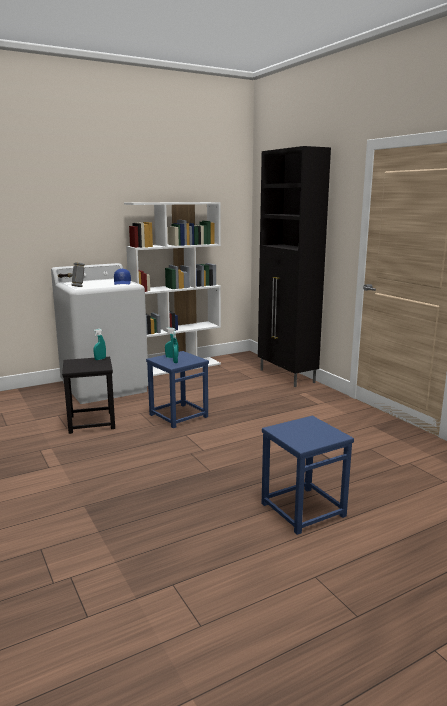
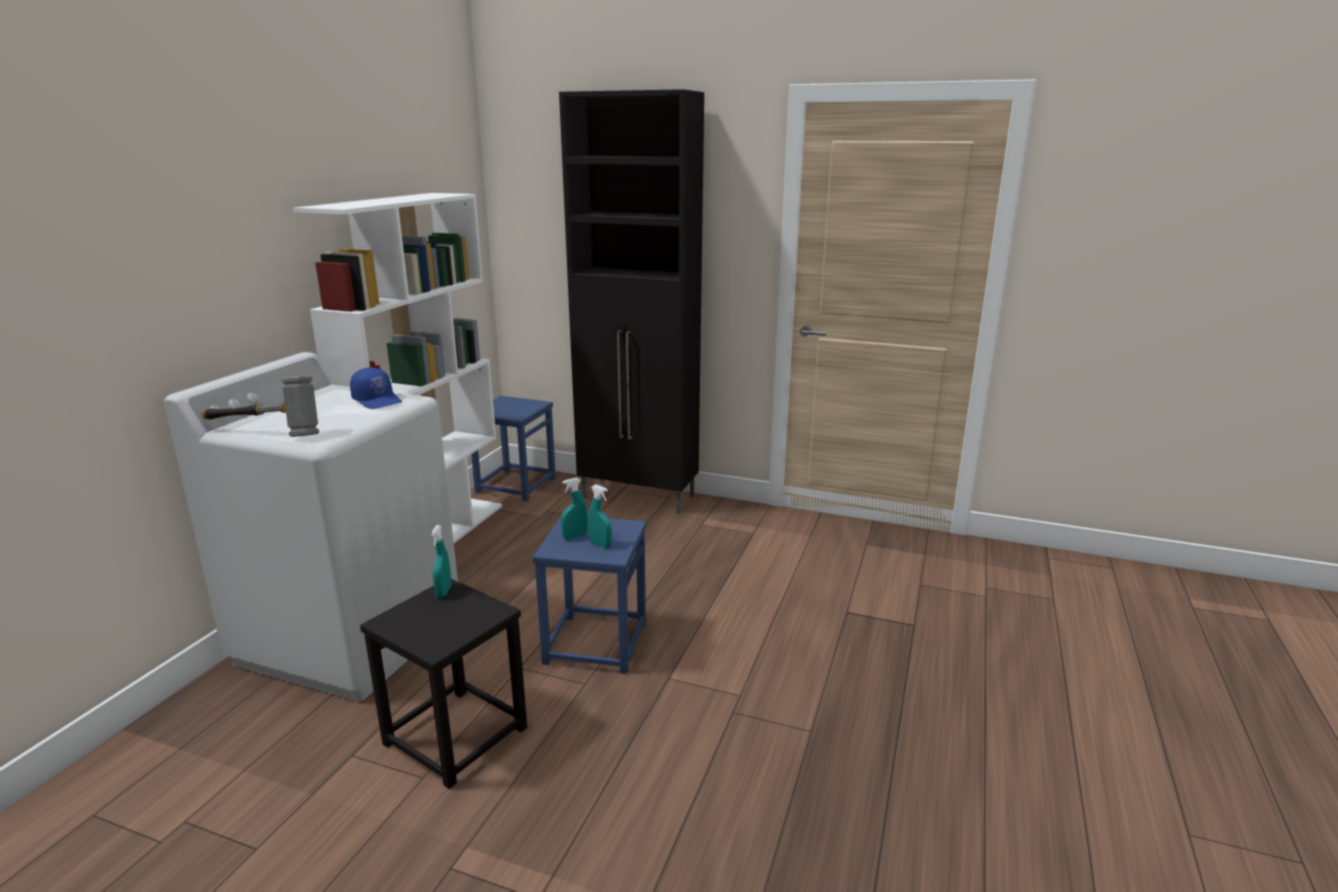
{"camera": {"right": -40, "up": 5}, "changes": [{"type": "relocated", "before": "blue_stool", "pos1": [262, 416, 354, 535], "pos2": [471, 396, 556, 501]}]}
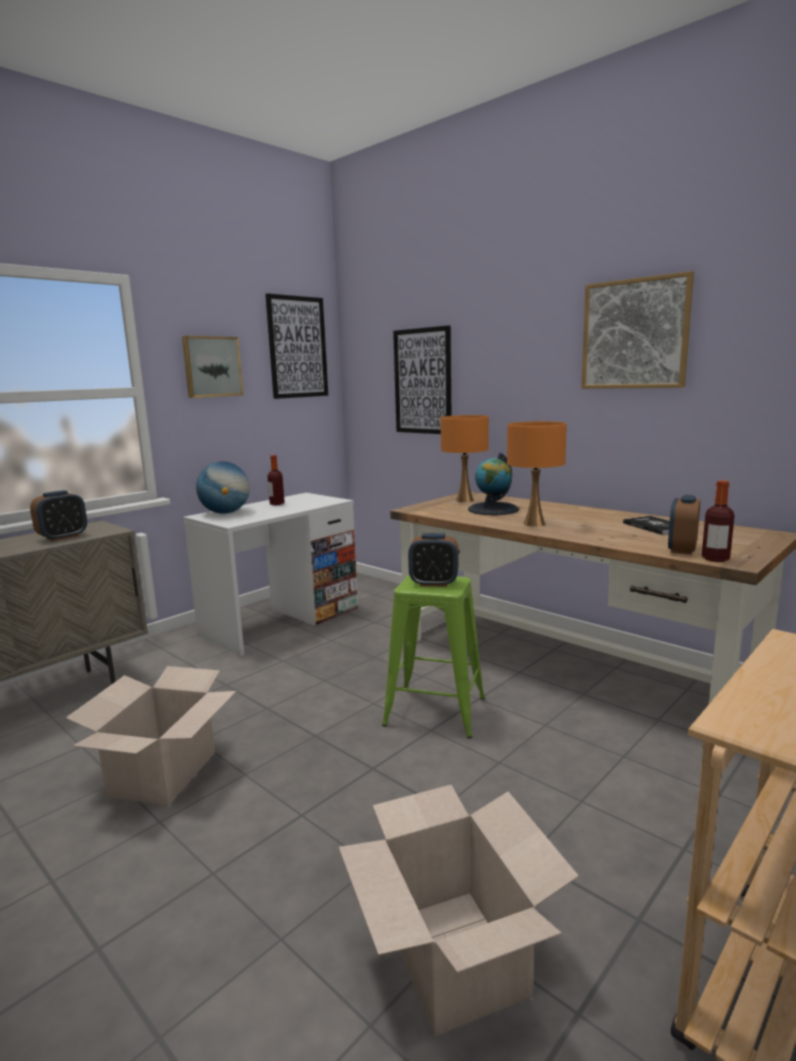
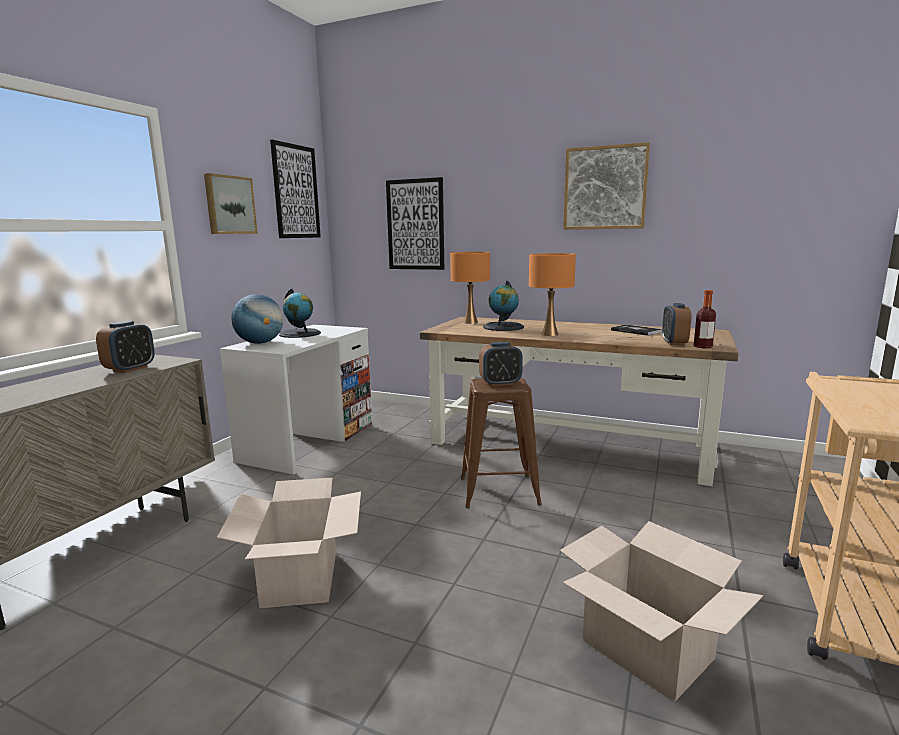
{"camera": {"right": -20, "up": 0}, "changes": [{"type": "exchanged", "before": "bottle", "after": "globe", "pos1": [268, 455, 285, 505], "pos2": [279, 289, 321, 338]}, {"type": "colour", "before": "green_stool", "after": "brown_stool", "pos1": [382, 575, 485, 738], "pos2": [461, 378, 542, 508]}]}
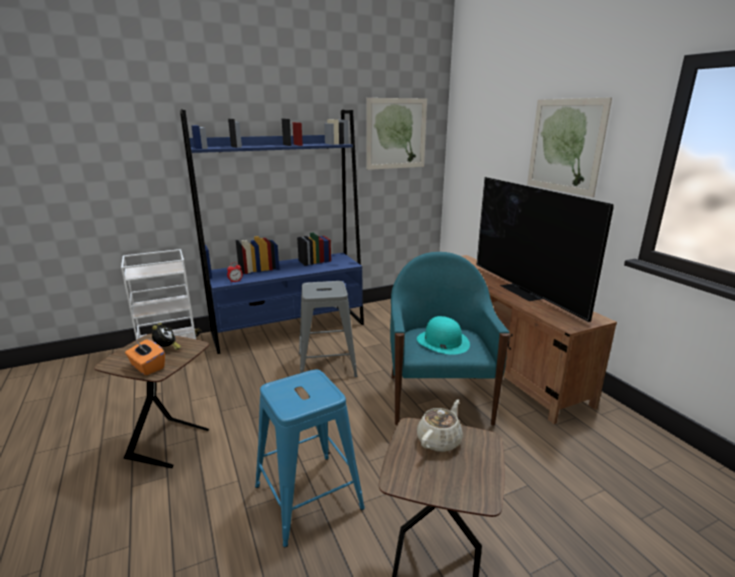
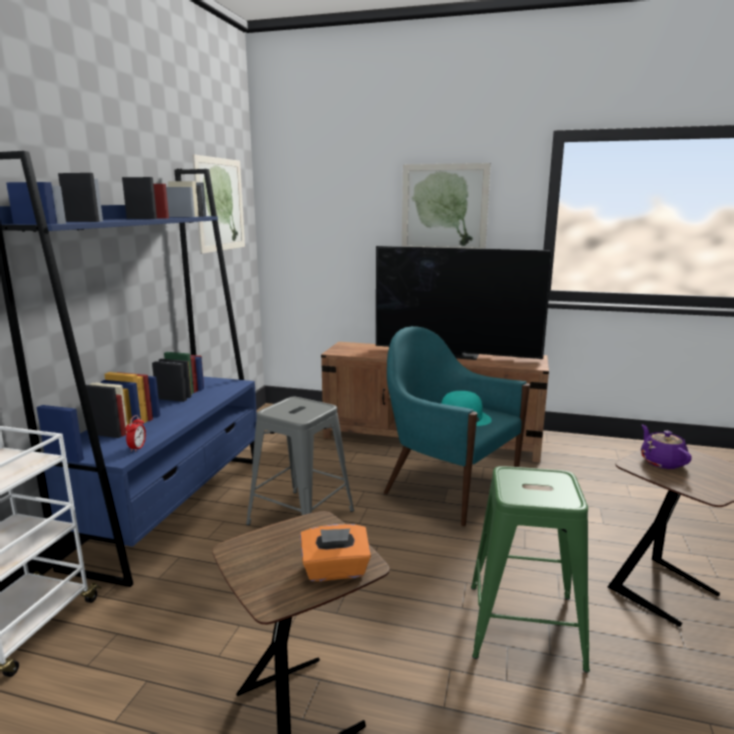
{"camera": {"right": -50, "up": -5}, "changes": [{"type": "missing", "before": "alarm_clock", "pos1": [152, 323, 181, 350]}, {"type": "colour", "before": "blue_stool", "after": "green_stool", "pos1": [255, 369, 365, 547], "pos2": [471, 466, 590, 673]}, {"type": "colour", "before": "beige_teapot", "after": "purple_teapot", "pos1": [417, 399, 463, 452], "pos2": [641, 425, 692, 469]}]}
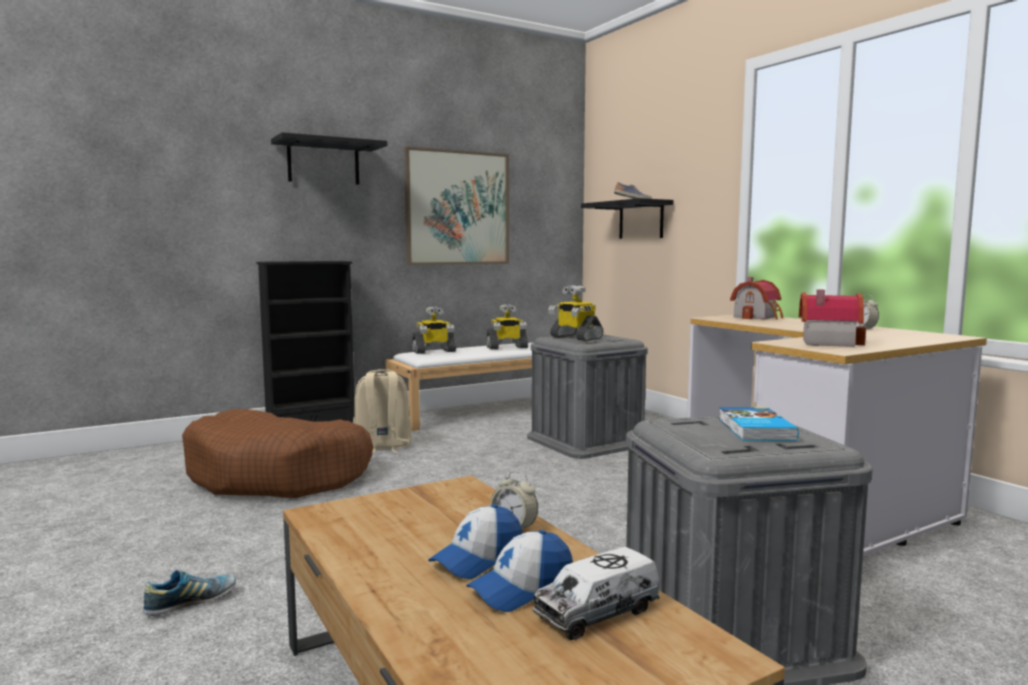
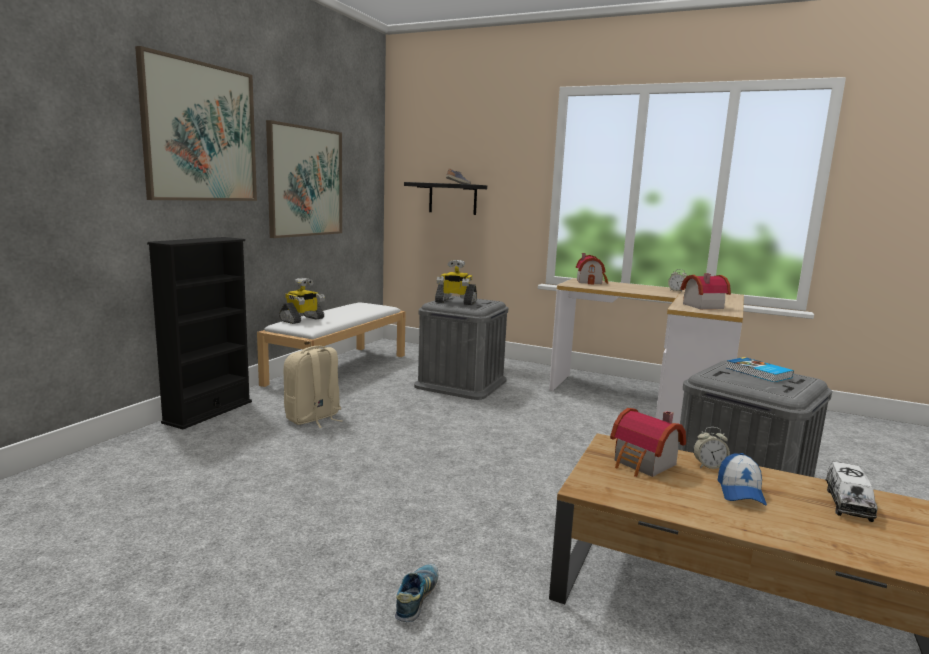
{"camera": {"right": -35, "up": 5}, "changes": [{"type": "missing", "before": "brown_dog_bed", "pos1": [182, 409, 373, 498]}, {"type": "missing", "before": "cap", "pos1": [466, 530, 573, 612]}, {"type": "missing", "before": "toy_robot", "pos1": [486, 304, 528, 349]}, {"type": "appeared", "after": "toy_house", "pos2": [610, 408, 686, 477]}, {"type": "exchanged", "before": "black_shelf", "after": "picture", "pos1": [271, 132, 387, 185], "pos2": [135, 46, 257, 201]}]}
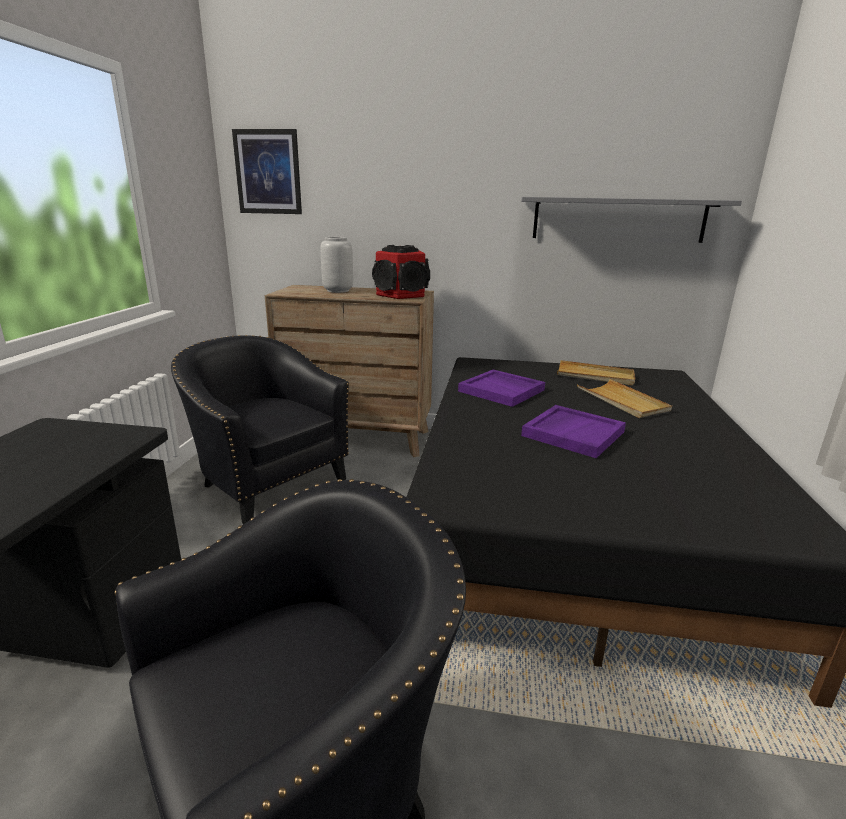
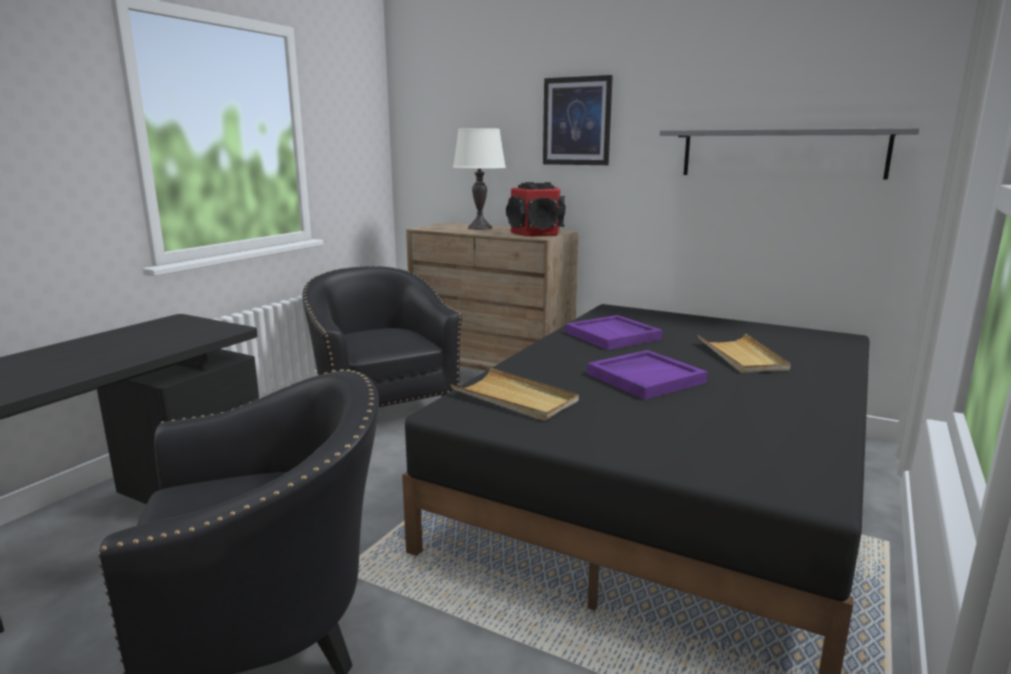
{"camera": {"right": 20, "up": -5}, "changes": [{"type": "relocated", "before": "picture", "pos1": [232, 129, 302, 214], "pos2": [543, 75, 613, 165]}, {"type": "relocated", "before": "beige_tray", "pos1": [557, 360, 635, 385], "pos2": [451, 368, 579, 421]}, {"type": "exchanged", "before": "grey_vase", "after": "white_table_lamp", "pos1": [321, 237, 353, 293], "pos2": [453, 128, 506, 230]}]}
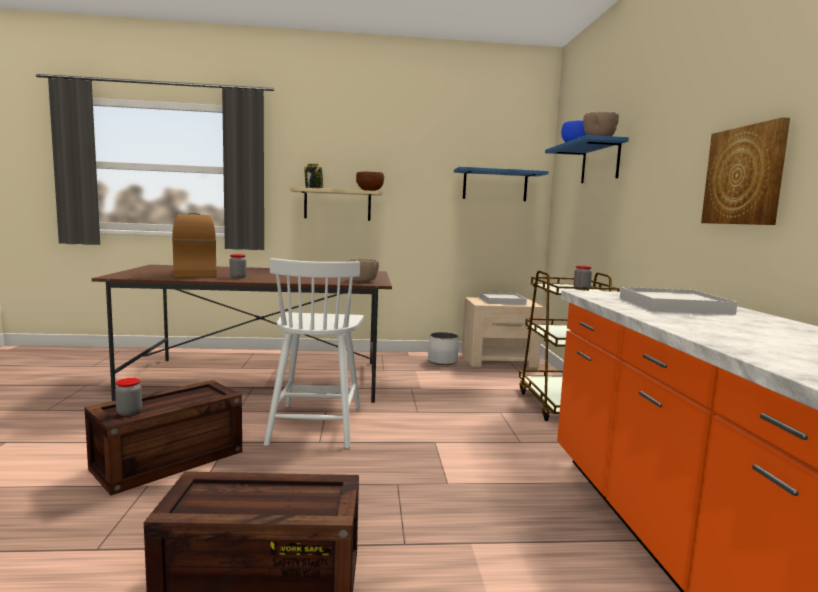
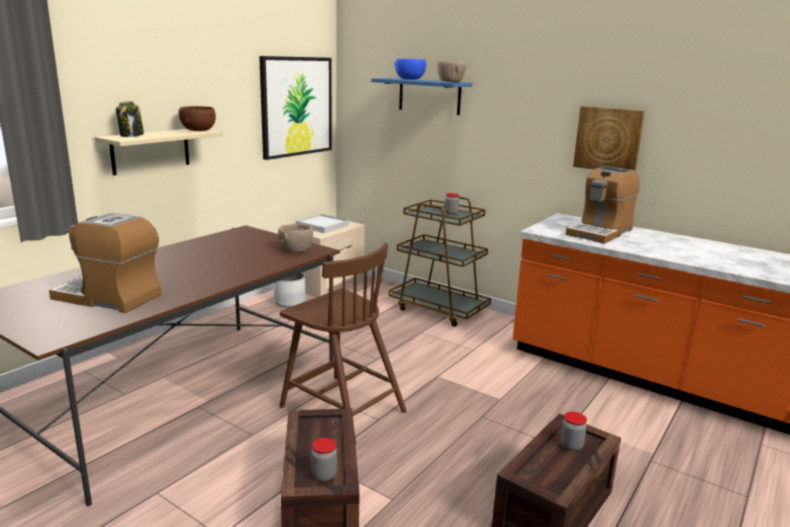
{"camera": {"right": -50, "up": 10}, "changes": [{"type": "relocated", "before": "jar", "pos1": [230, 254, 246, 278], "pos2": [560, 412, 587, 451]}, {"type": "exchanged", "before": "blue_shelf", "after": "picture", "pos1": [454, 167, 549, 201], "pos2": [259, 56, 332, 160]}, {"type": "exchanged", "before": "white_tray", "after": "coffee_machine", "pos1": [620, 287, 738, 315], "pos2": [566, 166, 640, 244]}, {"type": "colour", "before": "white_chair", "after": "brown_chair", "pos1": [264, 258, 364, 448], "pos2": [280, 243, 407, 446]}]}
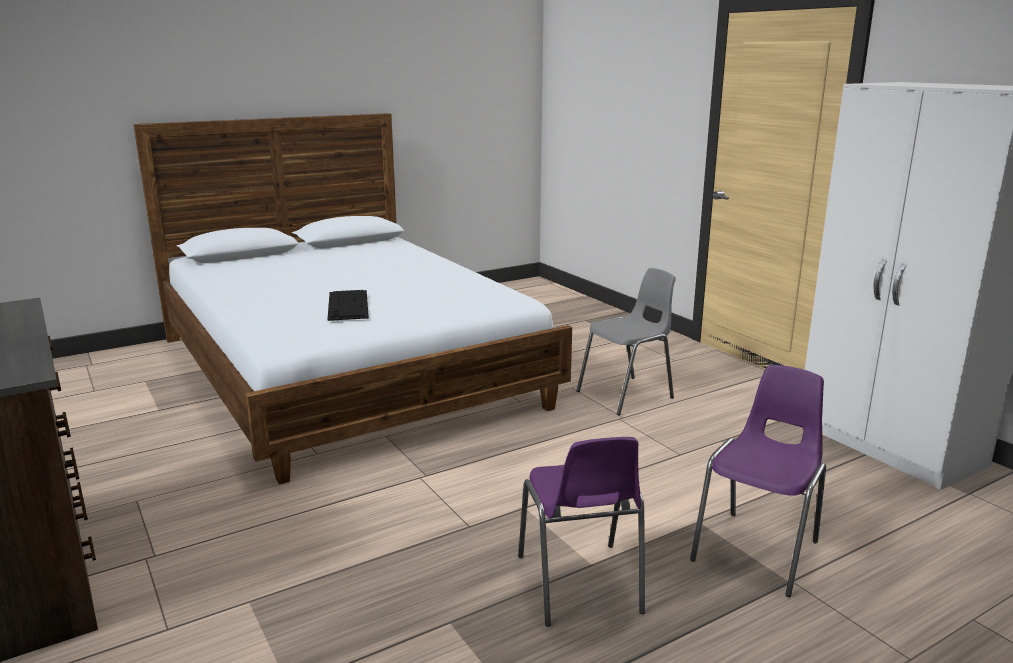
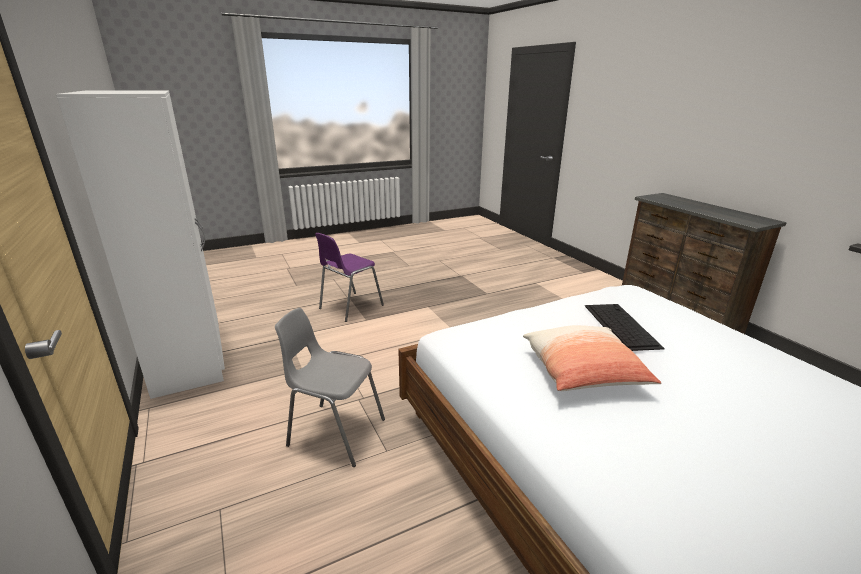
{"camera": {"right": -175, "up": 5}, "changes": [{"type": "missing", "before": "purple_chair", "pos1": [518, 437, 645, 627]}, {"type": "appeared", "after": "pillow", "pos2": [523, 325, 661, 391]}, {"type": "spun", "before": "grey_chair", "pos1": [577, 268, 676, 415], "pos2": [275, 308, 385, 467], "turn": 45}]}
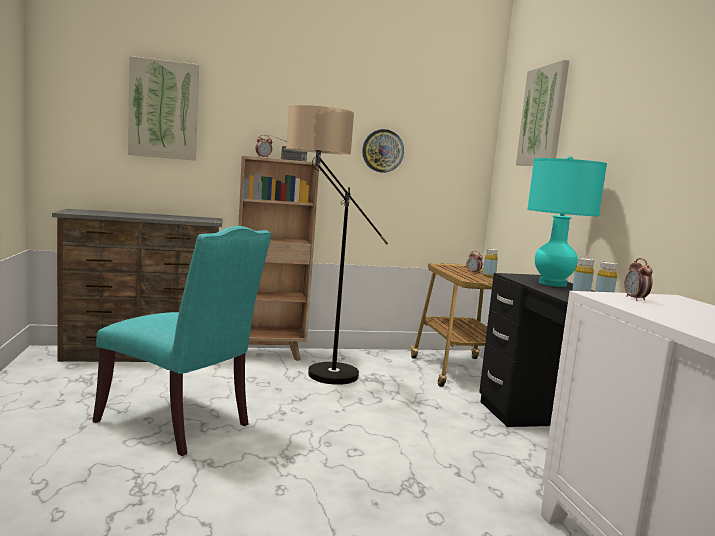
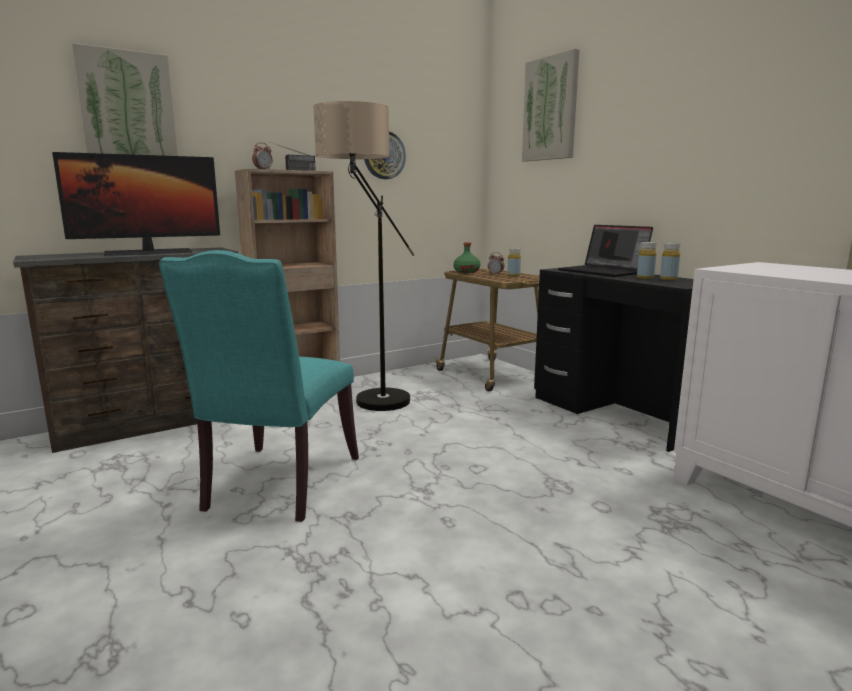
{"camera": {"right": -20, "up": 5}, "changes": [{"type": "missing", "before": "alarm_clock", "pos1": [625, 258, 652, 301]}, {"type": "appeared", "after": "monitor", "pos2": [52, 152, 220, 256]}, {"type": "appeared", "after": "green_bottle", "pos2": [453, 242, 480, 273]}, {"type": "exchanged", "before": "turquoise_table_lamp", "after": "laptop", "pos1": [527, 156, 607, 287], "pos2": [558, 225, 653, 277]}, {"type": "spun", "before": "turquoise_chair", "pos1": [92, 226, 271, 456], "pos2": [159, 250, 359, 522], "turn": 90}]}
